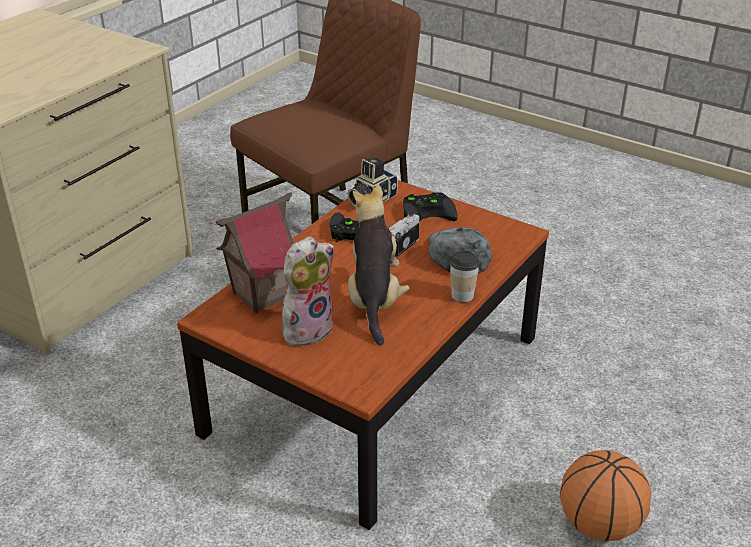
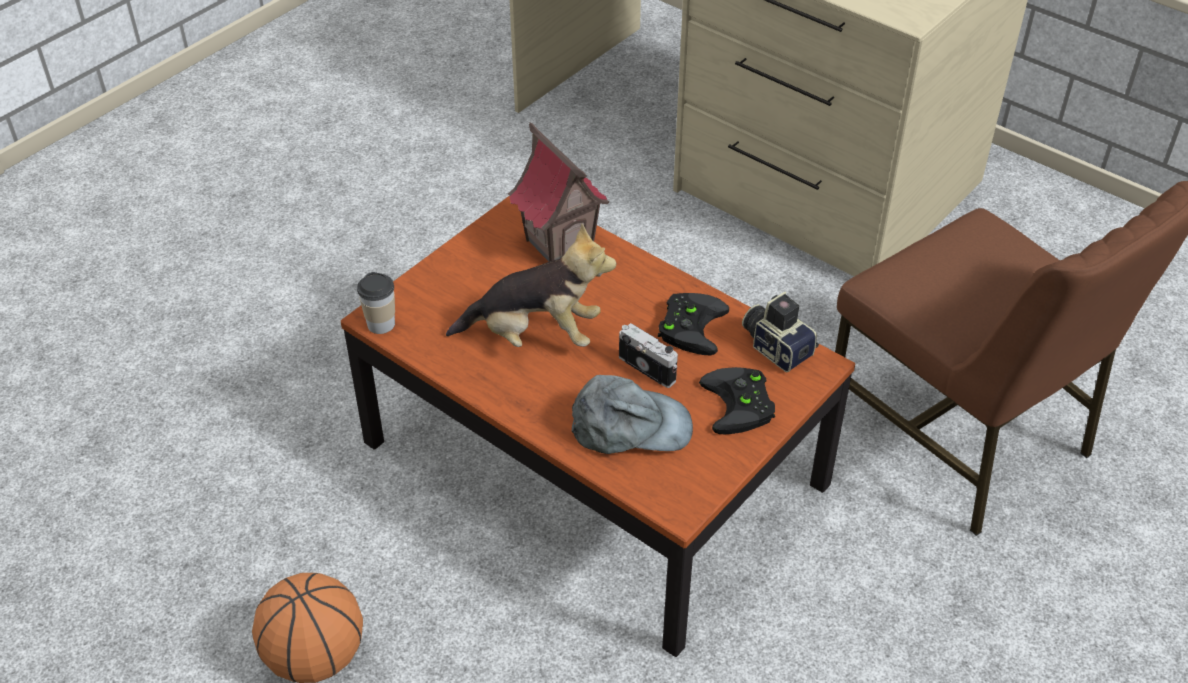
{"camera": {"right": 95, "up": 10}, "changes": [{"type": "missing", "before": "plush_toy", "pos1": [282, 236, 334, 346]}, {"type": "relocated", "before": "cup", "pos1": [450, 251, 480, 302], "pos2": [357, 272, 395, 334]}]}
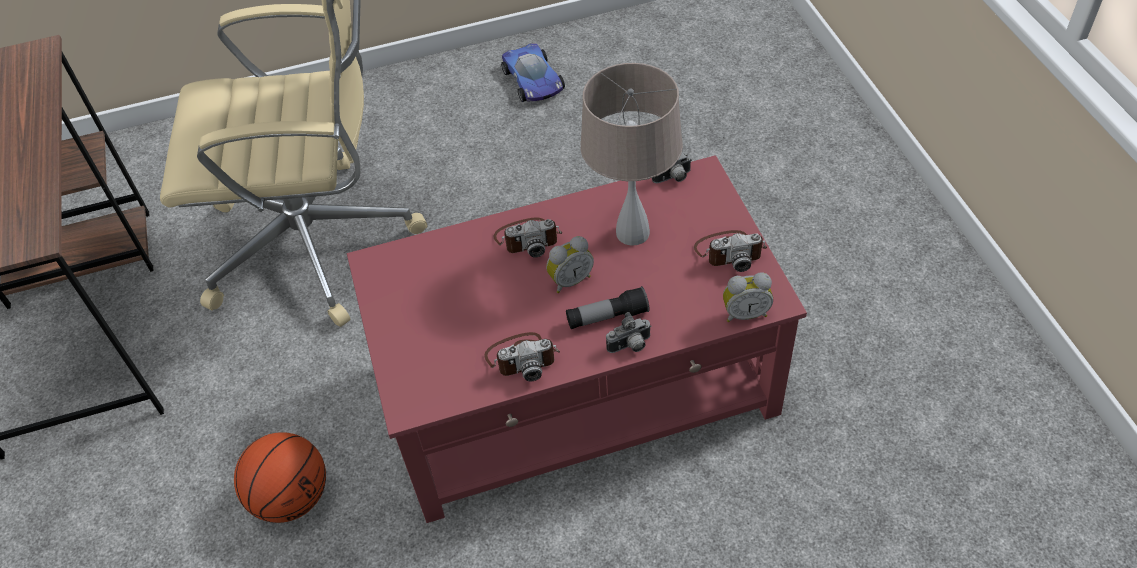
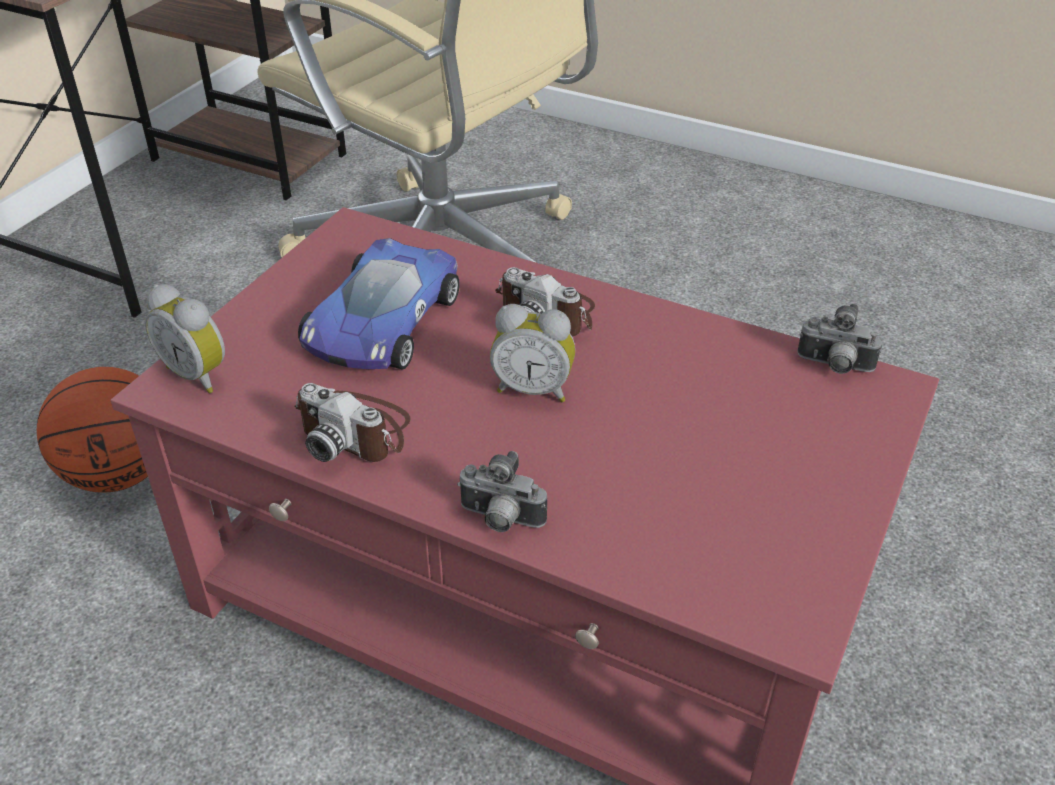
{"camera": {"right": 40, "up": -10}, "changes": [{"type": "missing", "before": "flashlight", "pos1": [566, 286, 649, 329]}, {"type": "missing", "before": "beige_table_lamp", "pos1": [580, 63, 683, 246]}, {"type": "missing", "before": "photo_camera", "pos1": [694, 230, 767, 272]}, {"type": "relocated", "before": "toy_car", "pos1": [501, 43, 565, 102], "pos2": [298, 238, 460, 370]}, {"type": "relocated", "before": "alarm_clock", "pos1": [723, 272, 773, 322], "pos2": [145, 284, 225, 393]}]}
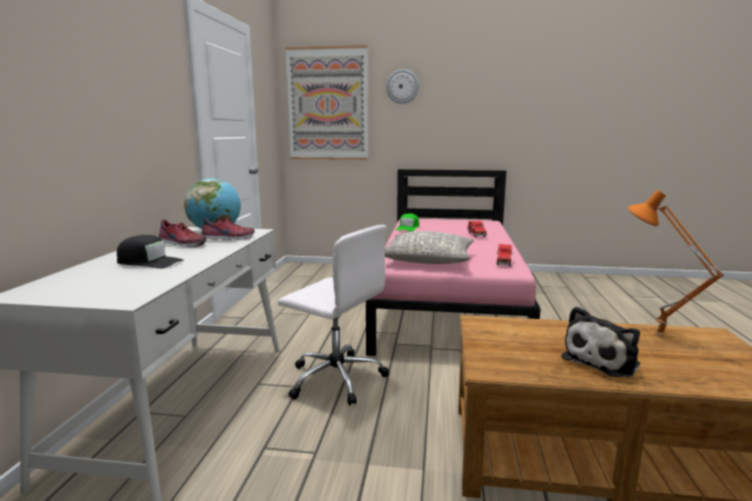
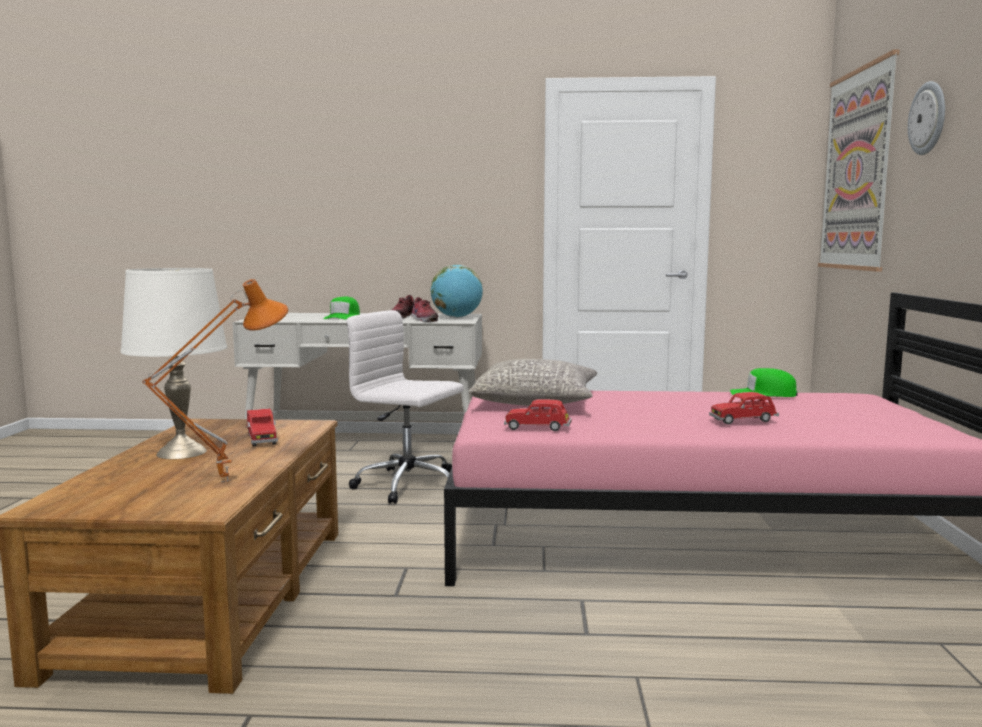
{"camera": {"right": 85, "up": -5}, "changes": [{"type": "appeared", "after": "red_toy_car", "pos2": [247, 409, 278, 446]}, {"type": "exchanged", "before": "plush_toy", "after": "white_table_lamp", "pos1": [561, 306, 640, 377], "pos2": [120, 268, 227, 459]}, {"type": "colour", "before": "black_cap", "after": "green_cap", "pos1": [117, 235, 184, 269], "pos2": [323, 297, 360, 319]}, {"type": "spun", "before": "white_office_chair", "pos1": [278, 225, 389, 405], "pos2": [347, 310, 464, 504], "turn": 90}]}
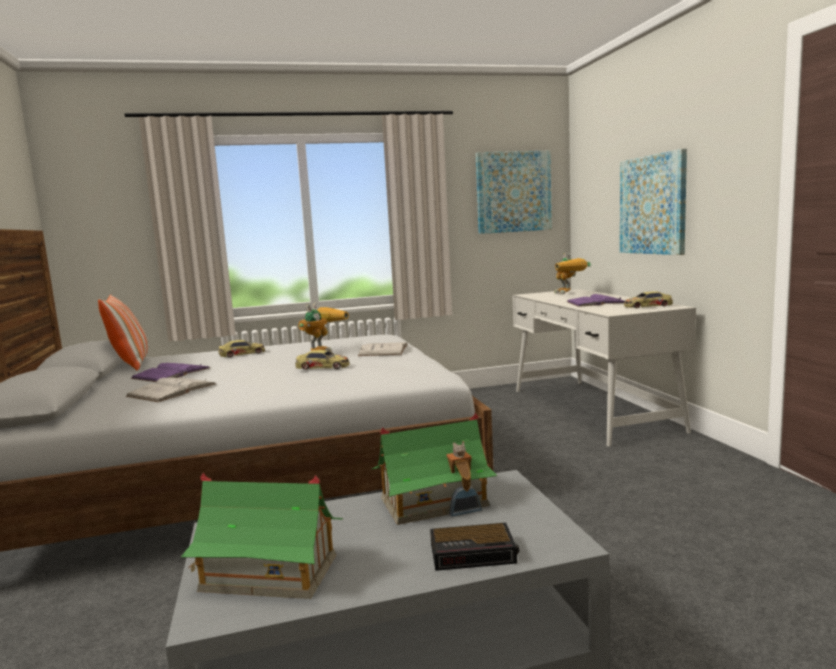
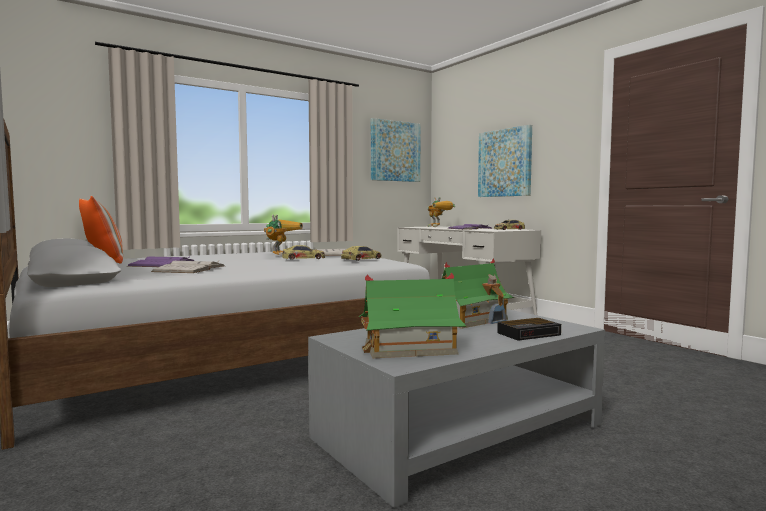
{"camera": {"right": -20, "up": -5}, "changes": [{"type": "relocated", "before": "toy_car", "pos1": [218, 340, 265, 357], "pos2": [341, 246, 381, 261]}]}
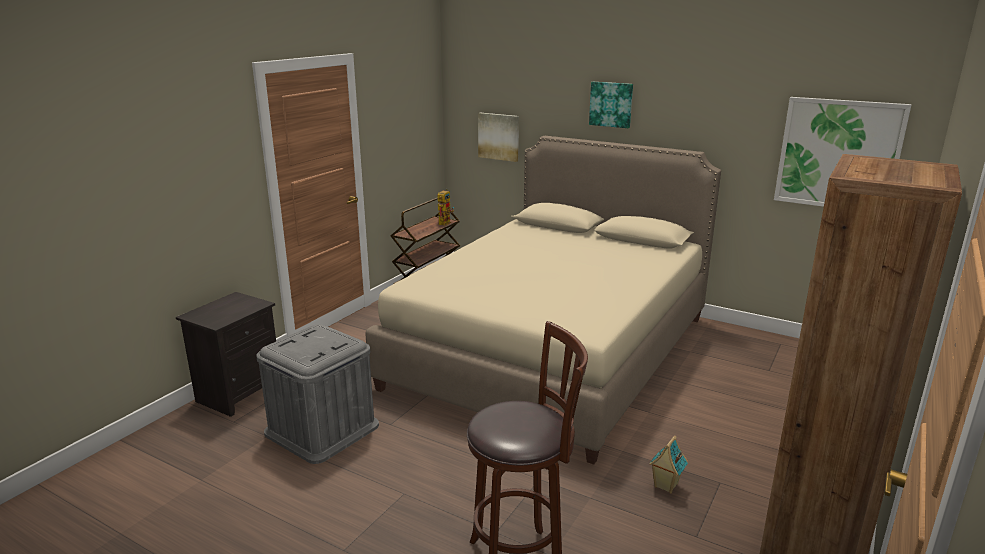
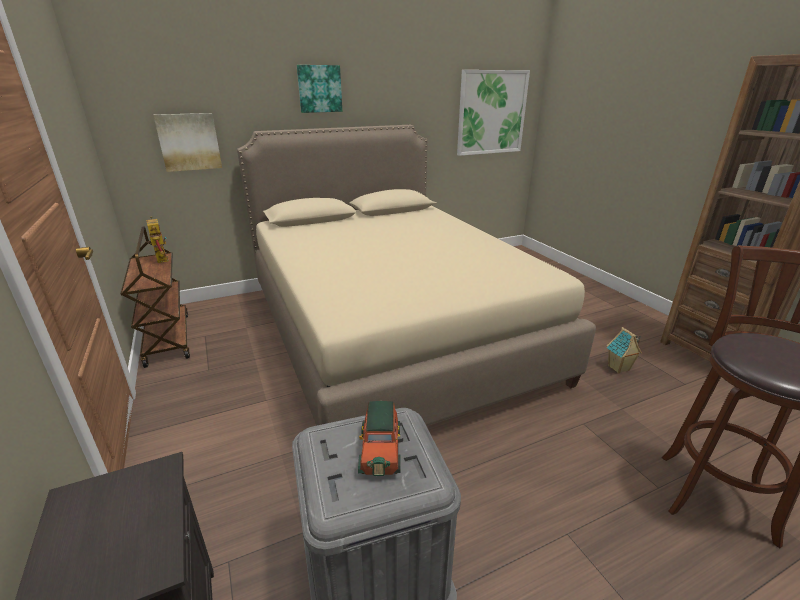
{"camera": {"right": -55, "up": 5}, "changes": [{"type": "appeared", "after": "toy_car", "pos2": [358, 401, 401, 476]}]}
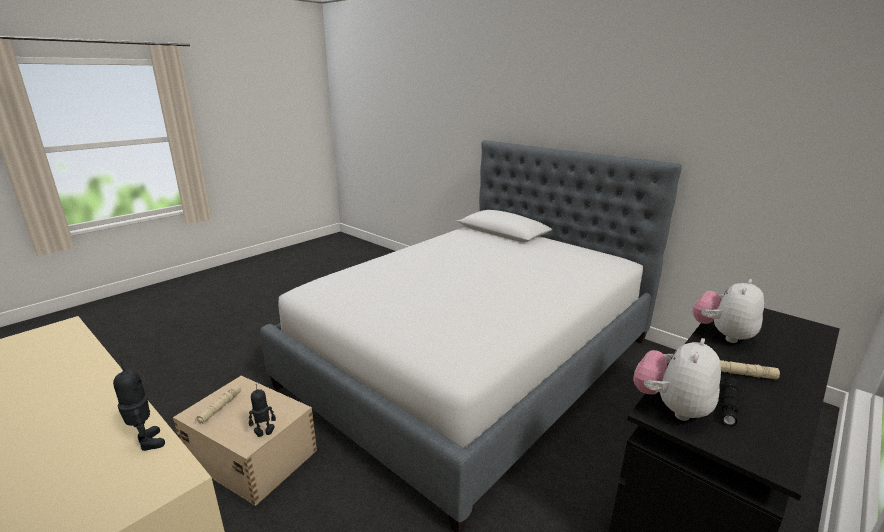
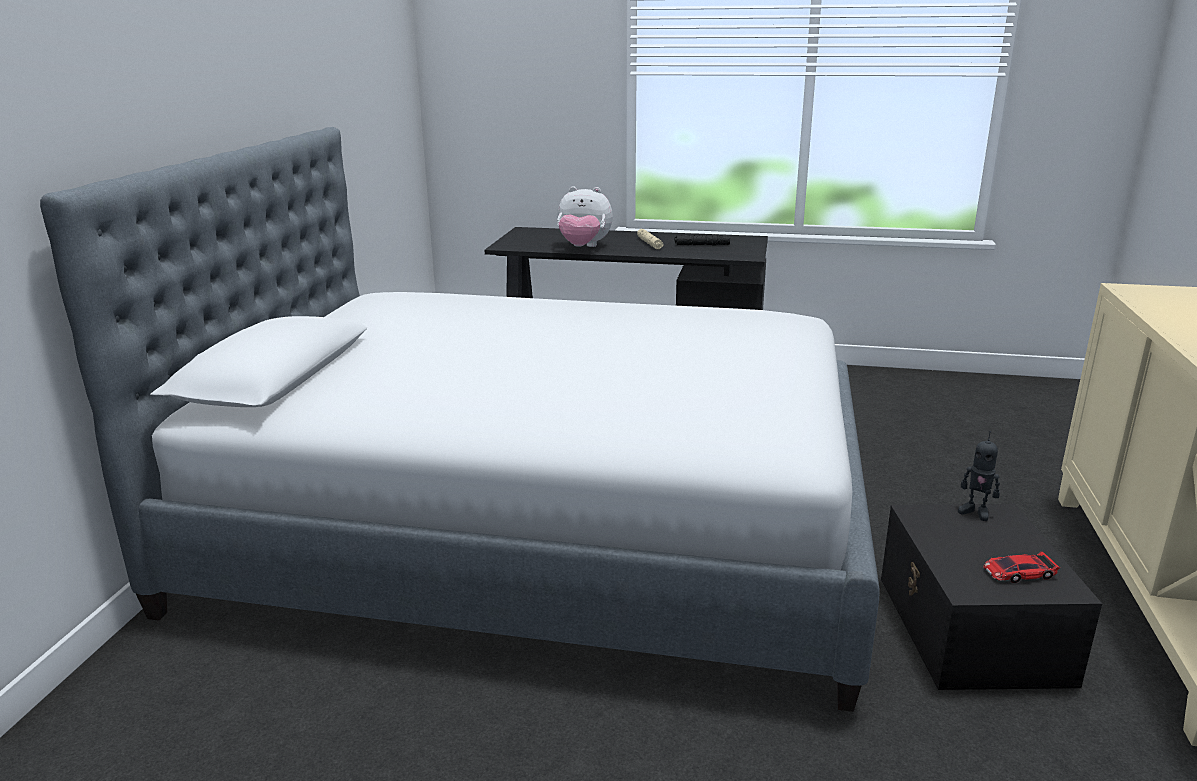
{"camera": {"right": -120, "up": 0}, "changes": [{"type": "missing", "before": "toy_robot", "pos1": [113, 361, 165, 451]}, {"type": "missing", "before": "plush_toy", "pos1": [633, 338, 721, 421]}, {"type": "exchanged", "before": "beige_flashlight", "after": "toy_car", "pos1": [195, 385, 241, 424], "pos2": [983, 552, 1060, 583]}, {"type": "colour", "before": "beige_storage_box", "after": "black_storage_box", "pos1": [173, 376, 317, 506], "pos2": [881, 504, 1102, 690]}]}
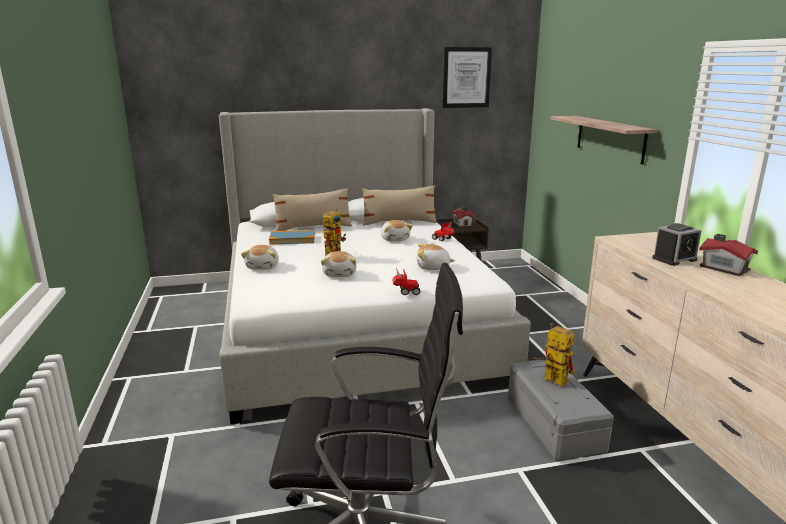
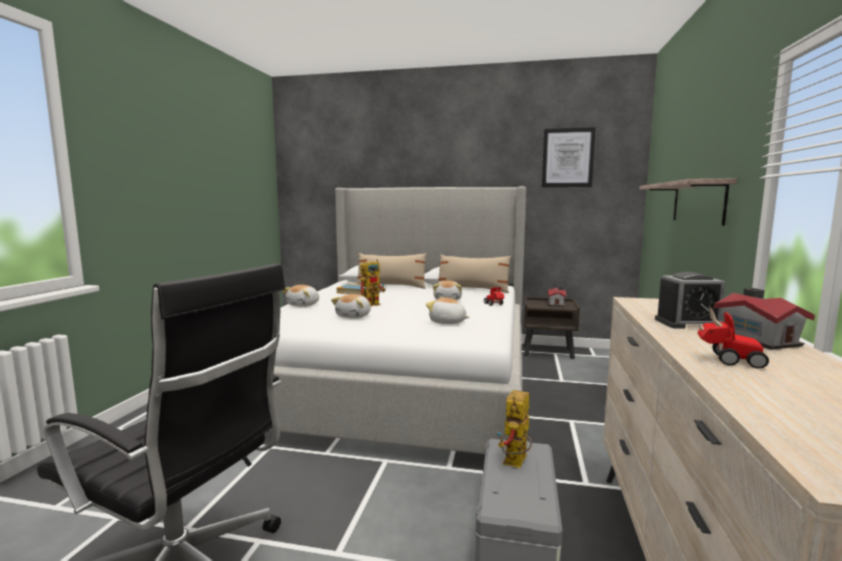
{"camera": {"right": 25, "up": -10}, "changes": [{"type": "relocated", "before": "toy_car", "pos1": [392, 268, 421, 295], "pos2": [698, 305, 769, 369]}, {"type": "spun", "before": "toy_robot", "pos1": [533, 323, 575, 387], "pos2": [497, 390, 532, 468], "turn": -135}]}
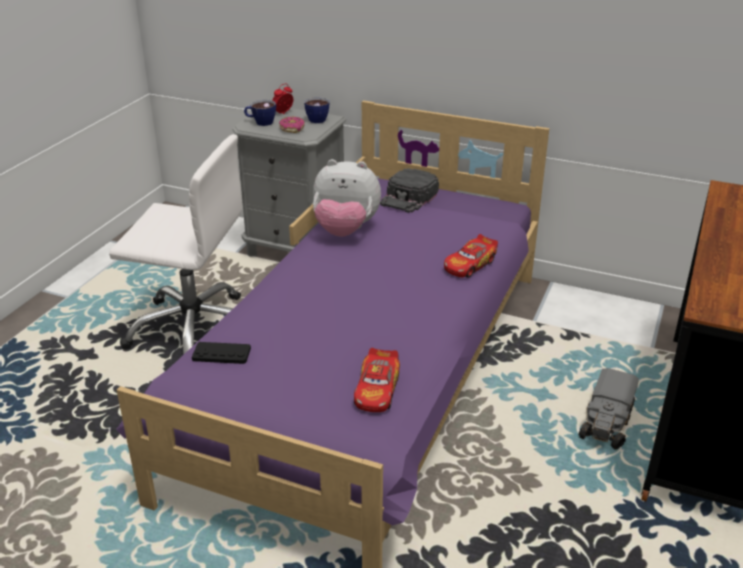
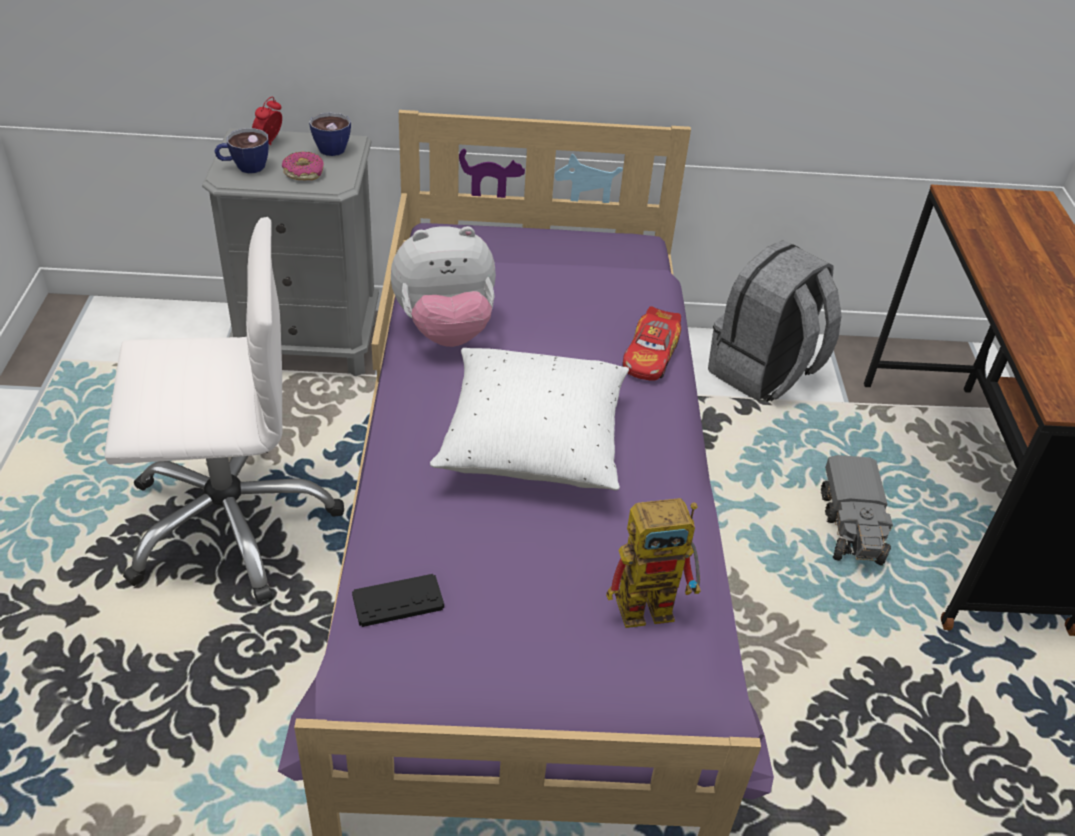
{"camera": {"right": -25, "up": 10}, "changes": [{"type": "missing", "before": "black_cap", "pos1": [380, 168, 439, 213]}, {"type": "appeared", "after": "white_pillow", "pos2": [430, 348, 629, 491]}, {"type": "appeared", "after": "grey_backpack", "pos2": [708, 240, 842, 402]}, {"type": "exchanged", "before": "toy_car", "after": "toy_robot", "pos1": [354, 348, 400, 412], "pos2": [606, 498, 701, 628]}]}
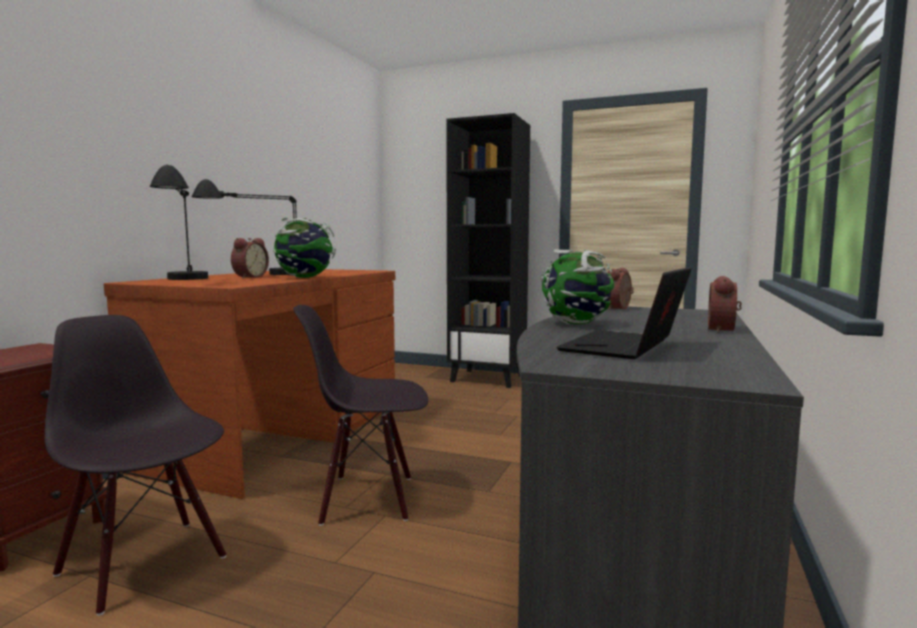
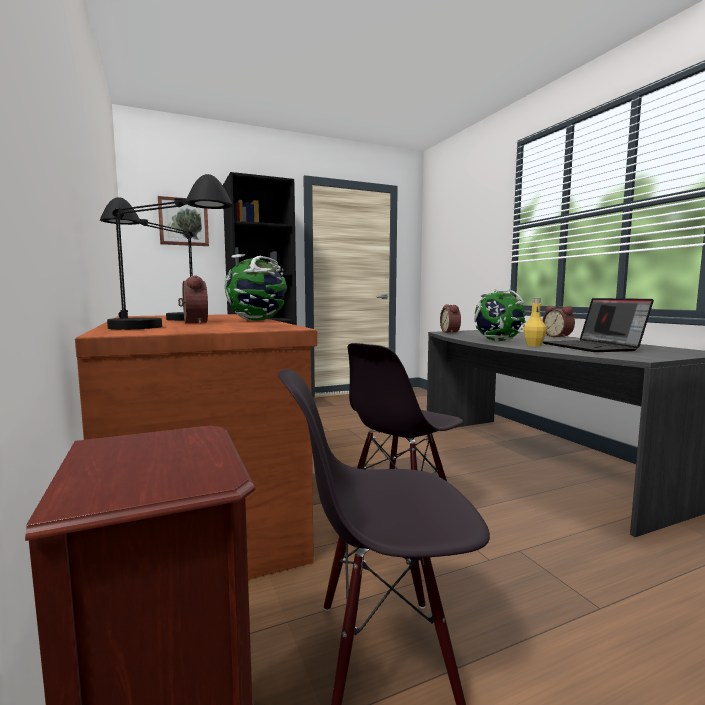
{"camera": {"right": -45, "up": 0}, "changes": [{"type": "appeared", "after": "picture", "pos2": [158, 196, 209, 246]}, {"type": "appeared", "after": "yellow_bottle", "pos2": [523, 298, 547, 347]}]}
